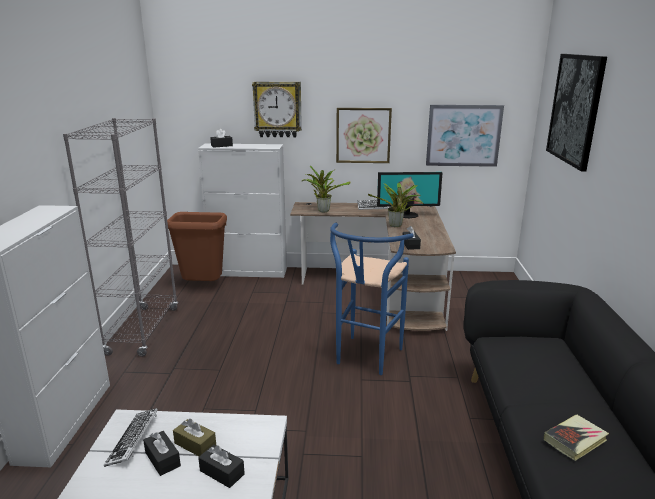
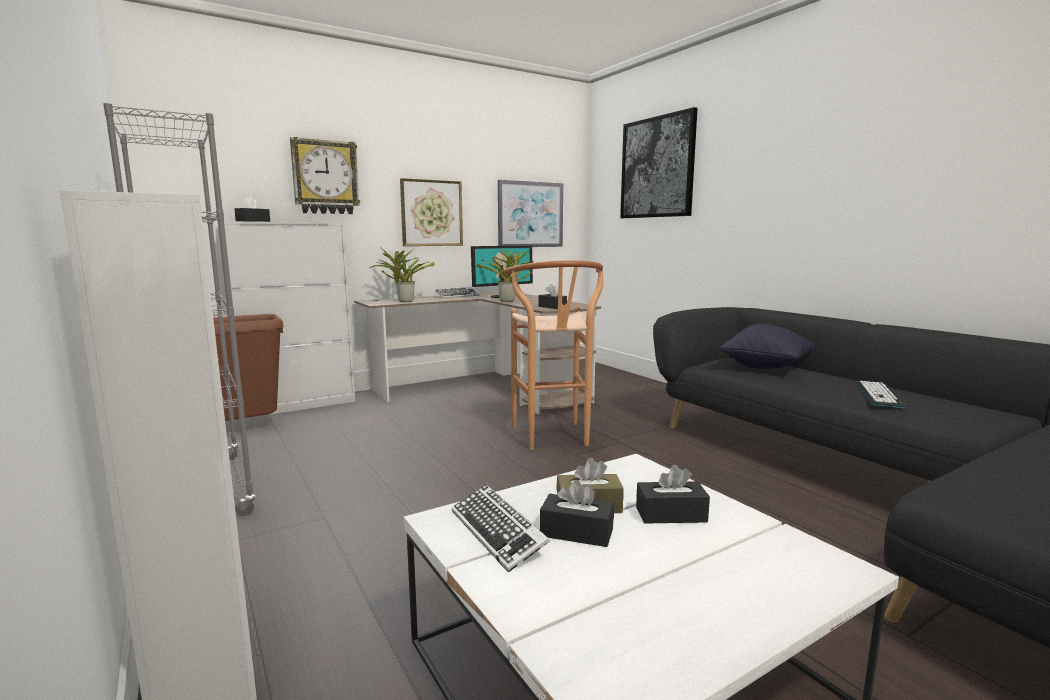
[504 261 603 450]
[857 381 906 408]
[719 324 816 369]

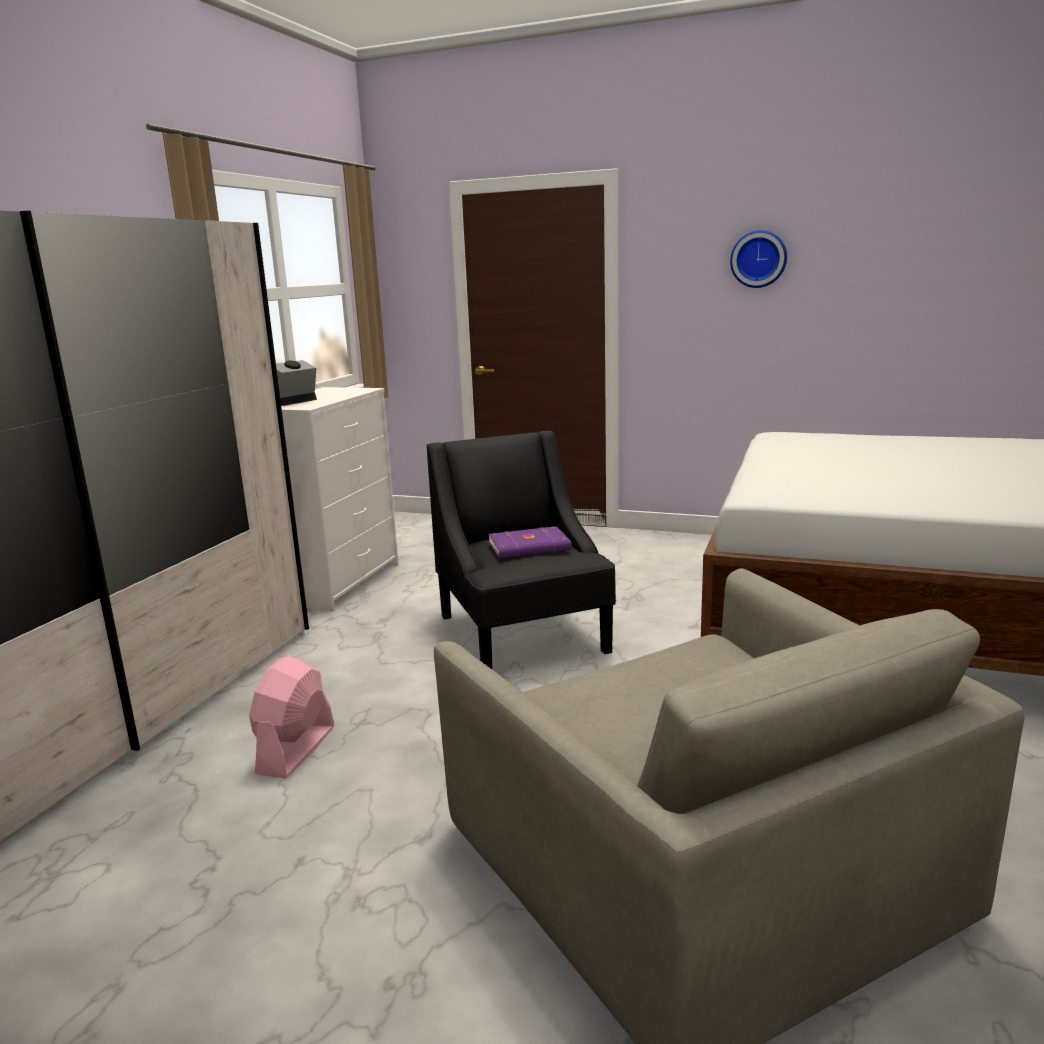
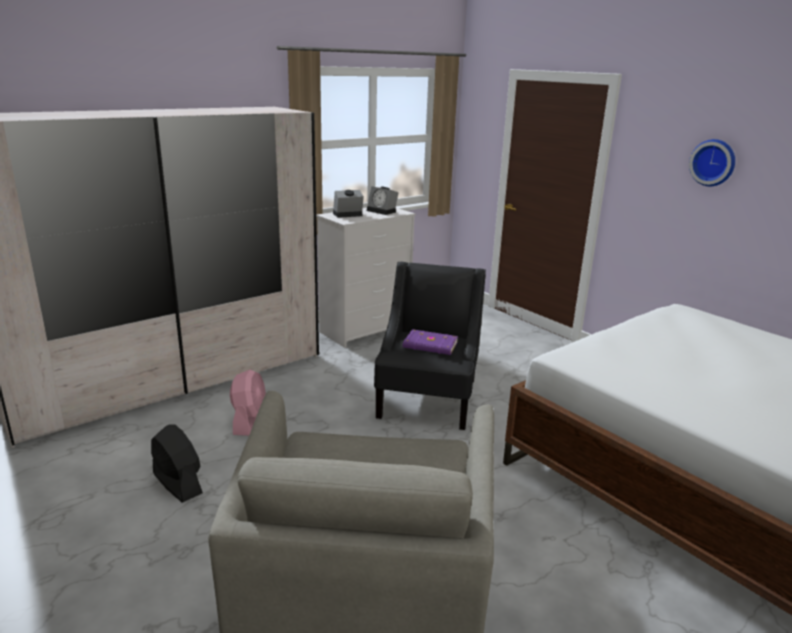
[230 370 266 436]
[367 186 399 215]
[151 425 203 503]

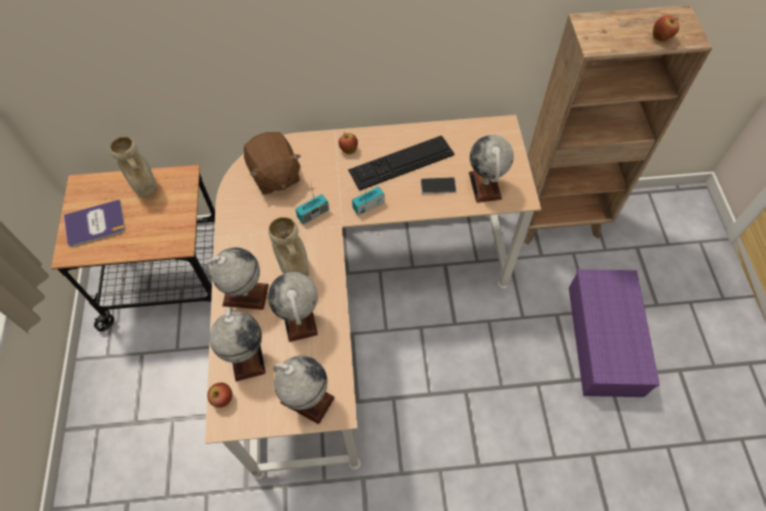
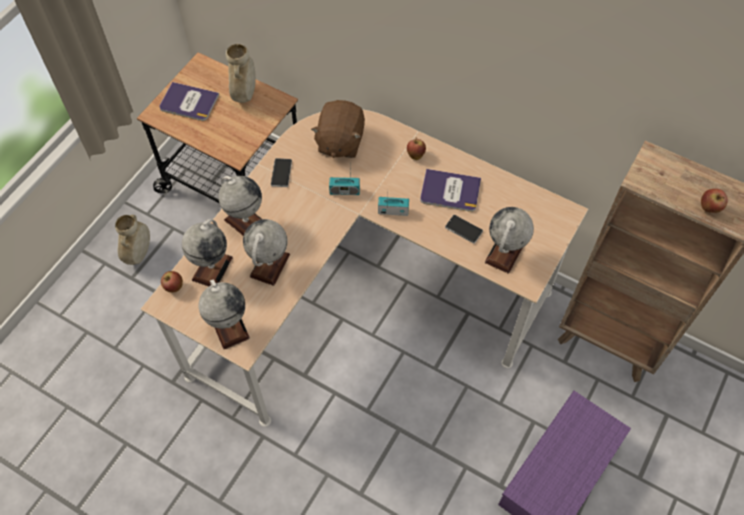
[420 169 481 212]
[115 215 150 265]
[271 158 292 187]

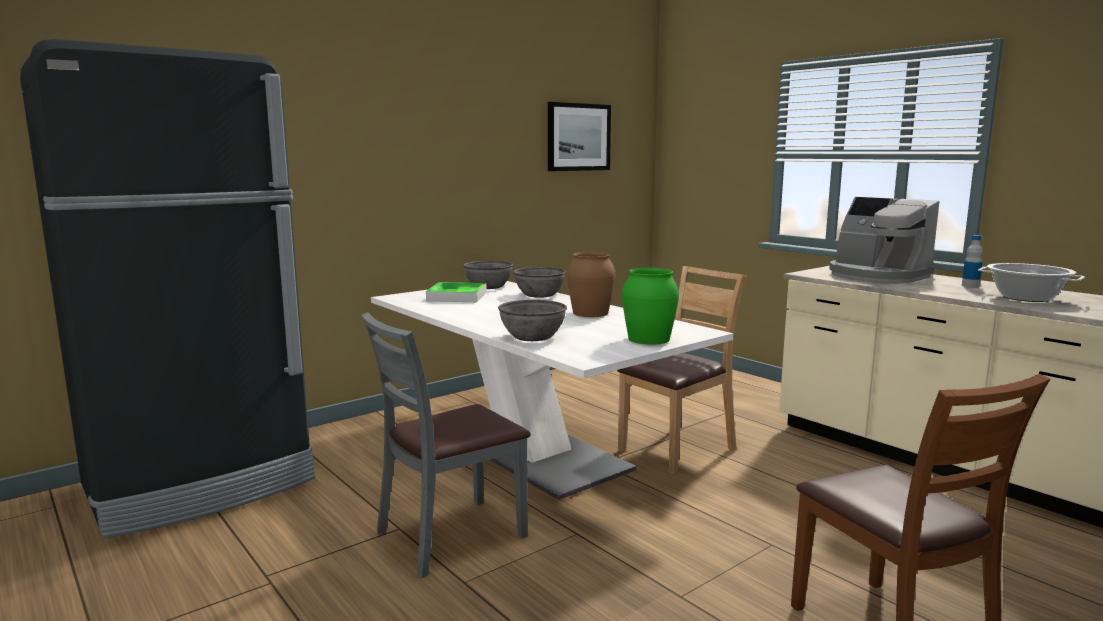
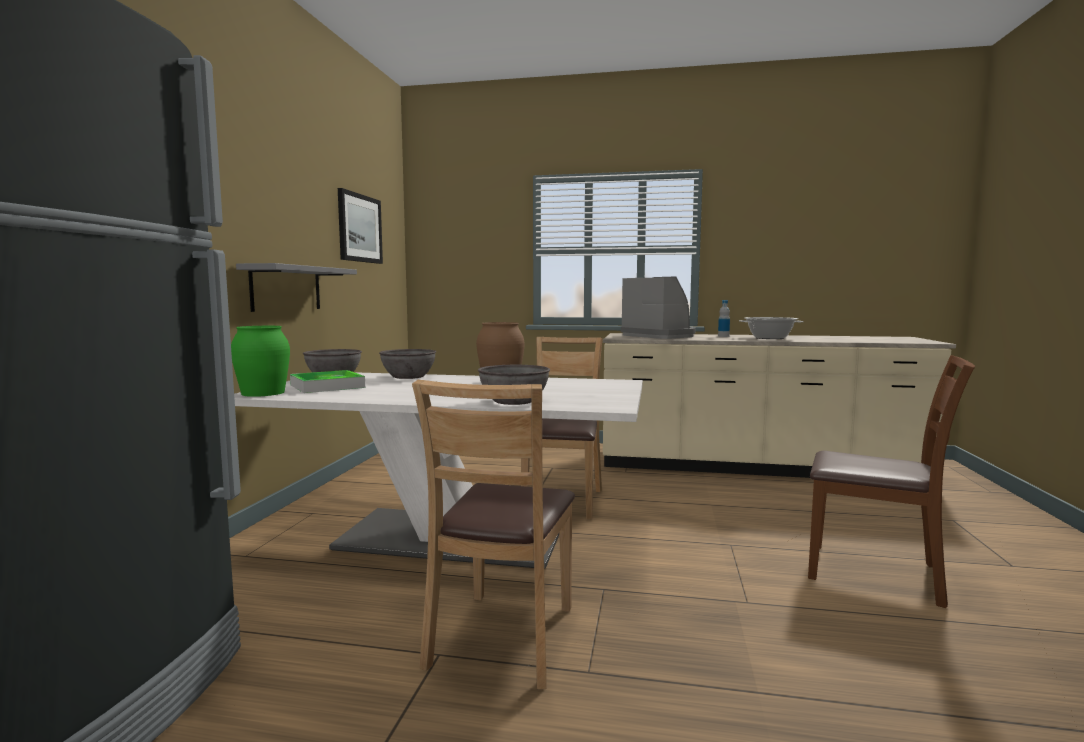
[621 276 696 339]
[231 326 290 397]
[412 380 575 689]
[236 263 357 312]

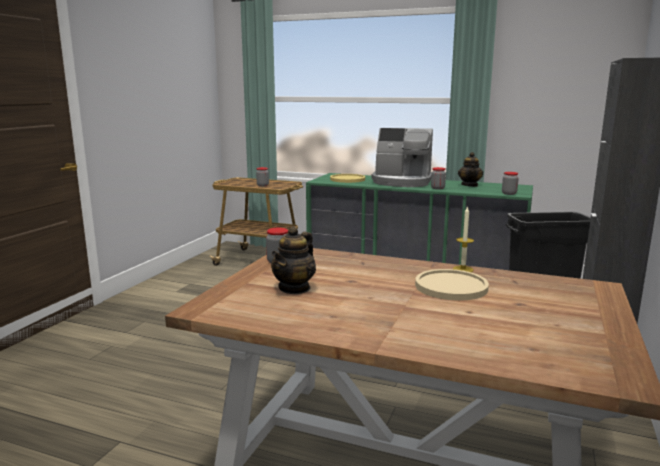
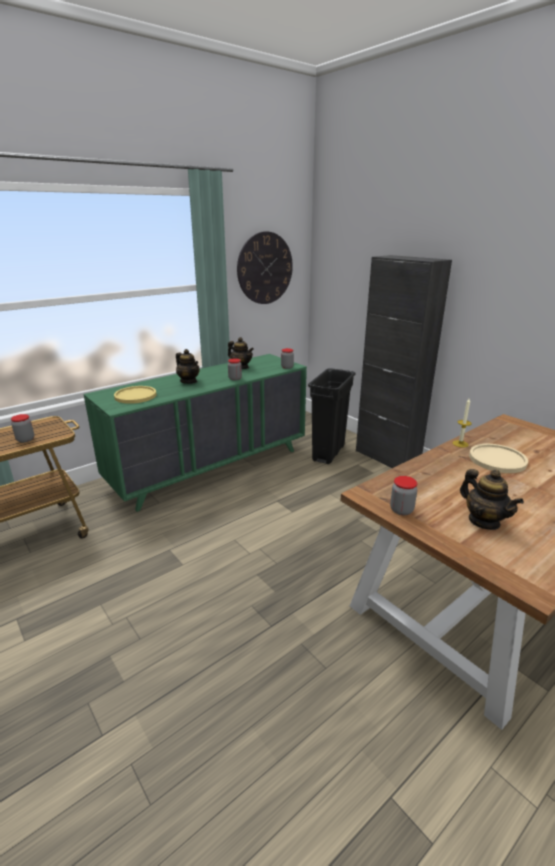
[176 349 200 384]
[237 231 293 304]

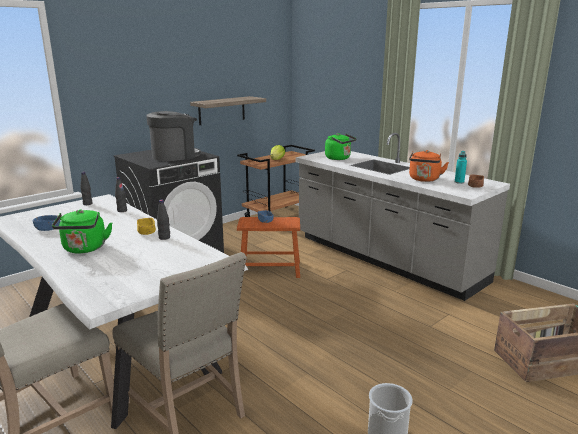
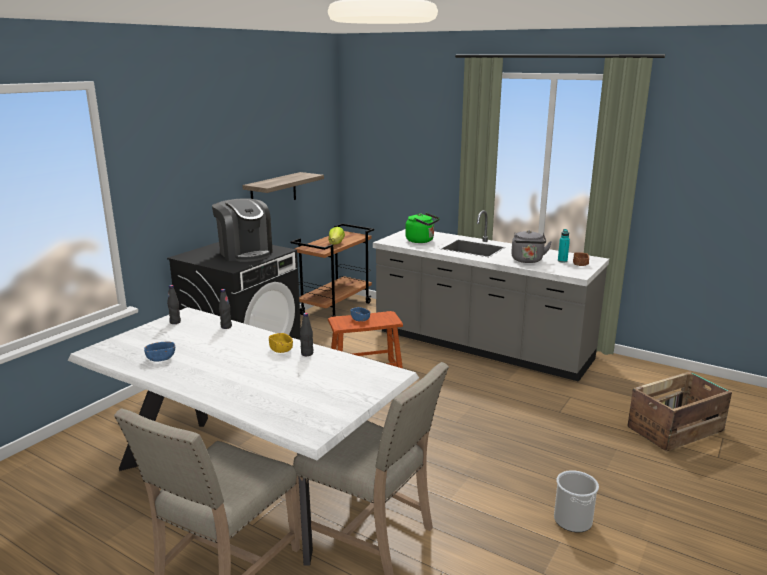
[212 198 273 262]
[511 230 552 263]
[52 209 112 253] (first image)

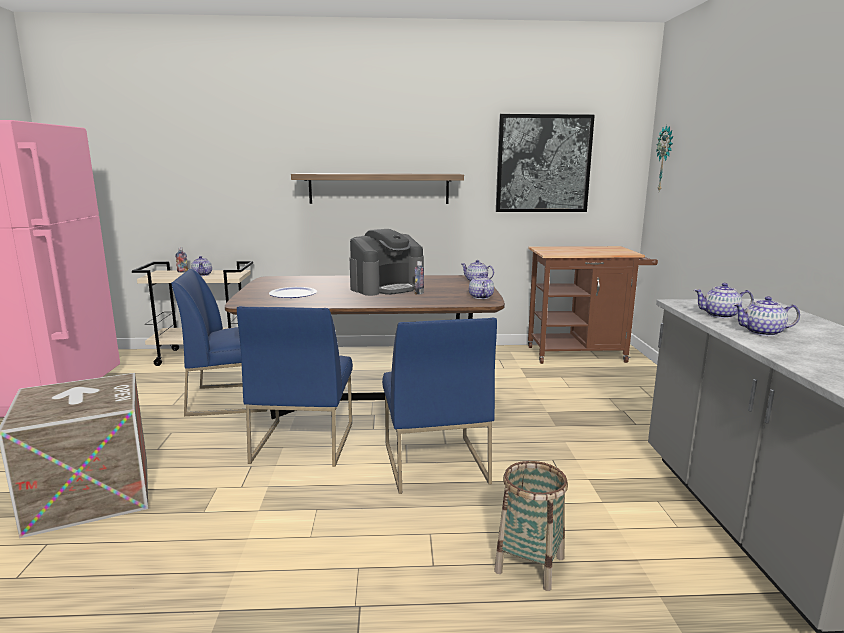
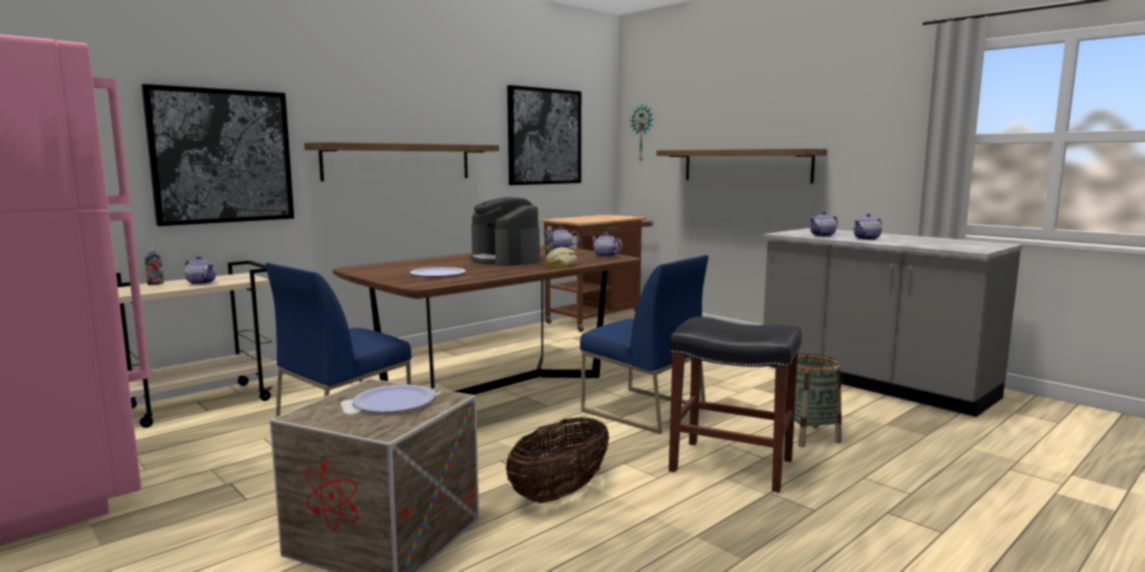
[470 197 540 266]
[237 306 353 467] (first image)
[141 84 294 226]
[656 149 827 184]
[545 247 577 268]
[669 317 802 493]
[352 385 435 413]
[506 417 609 503]

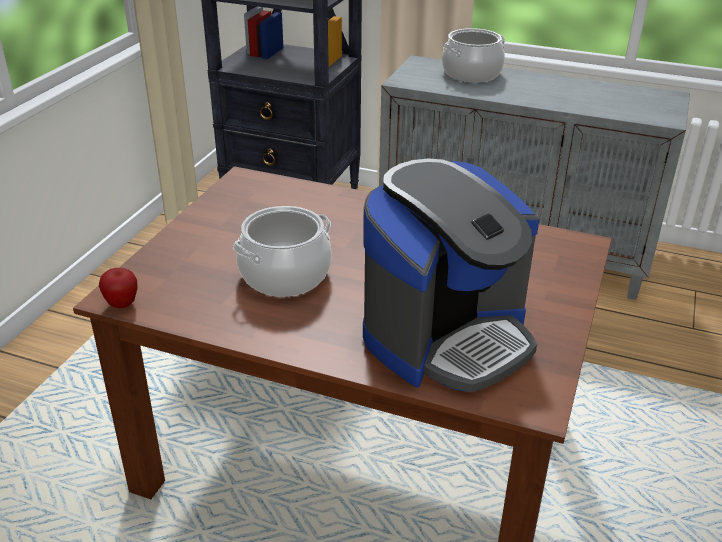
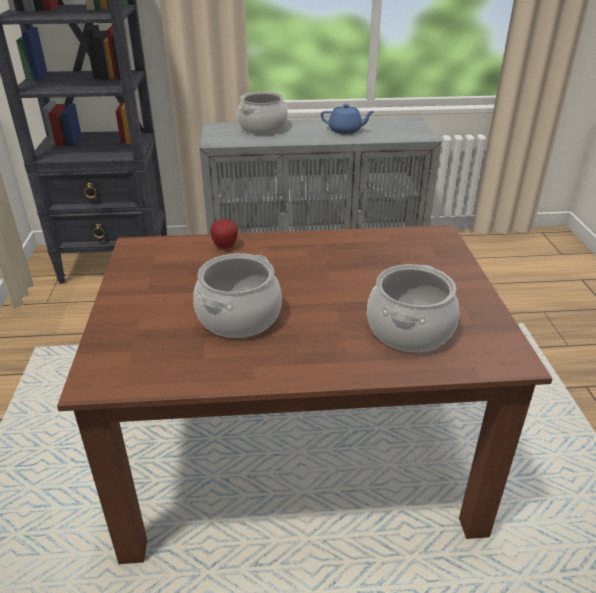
[367 264 459 352]
[210 219 238 249]
[321 104 375 134]

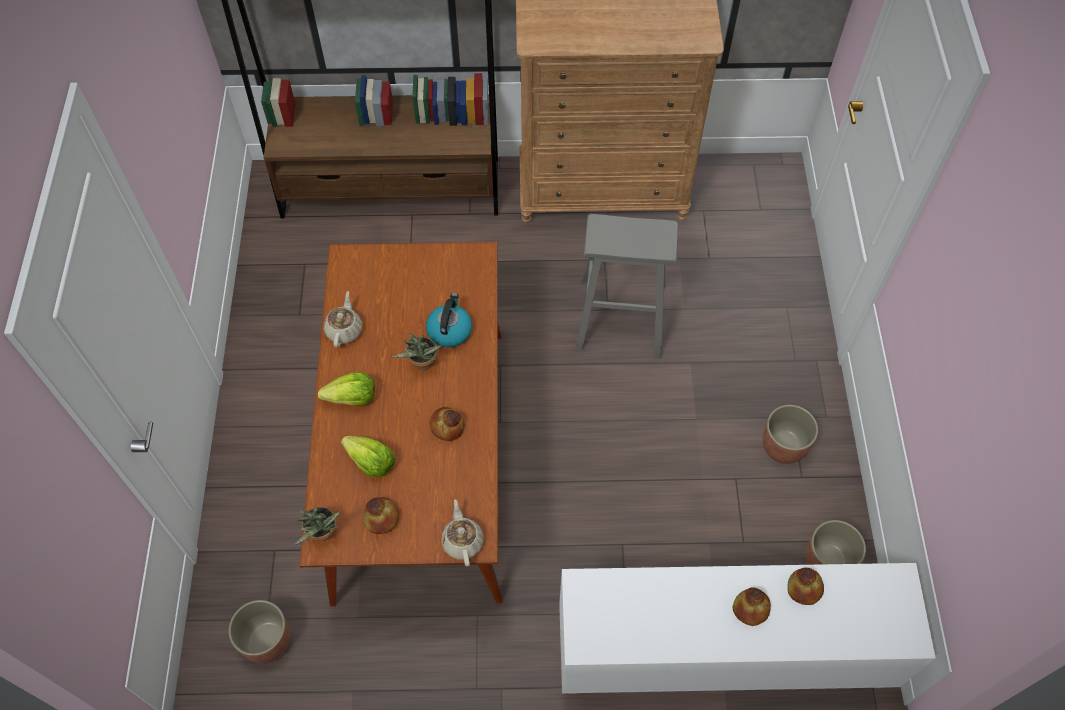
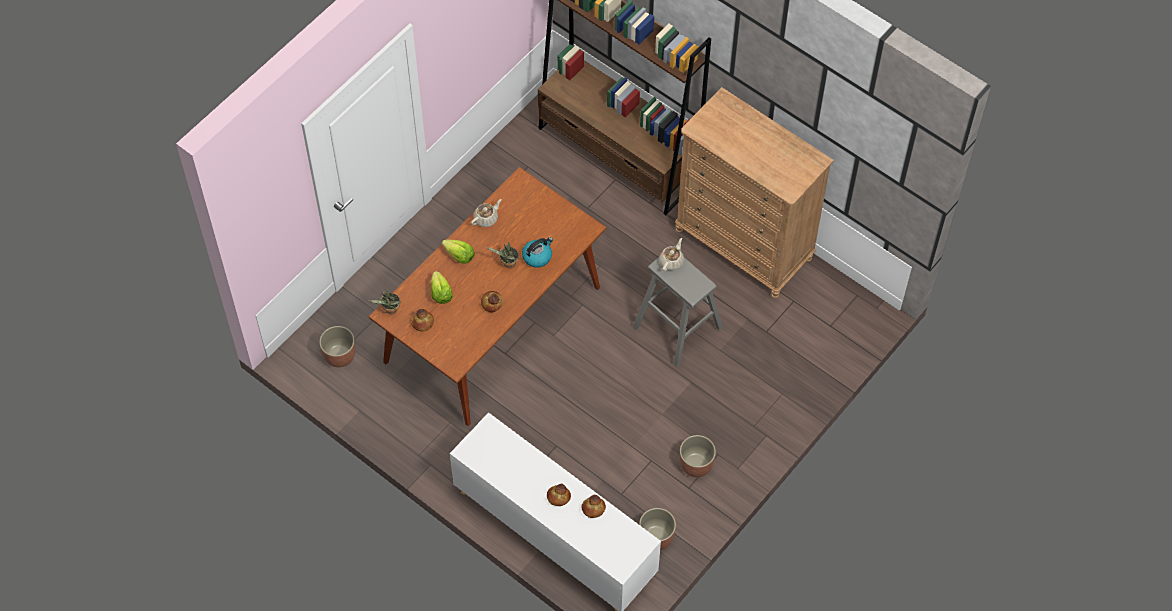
[659 238 684 271]

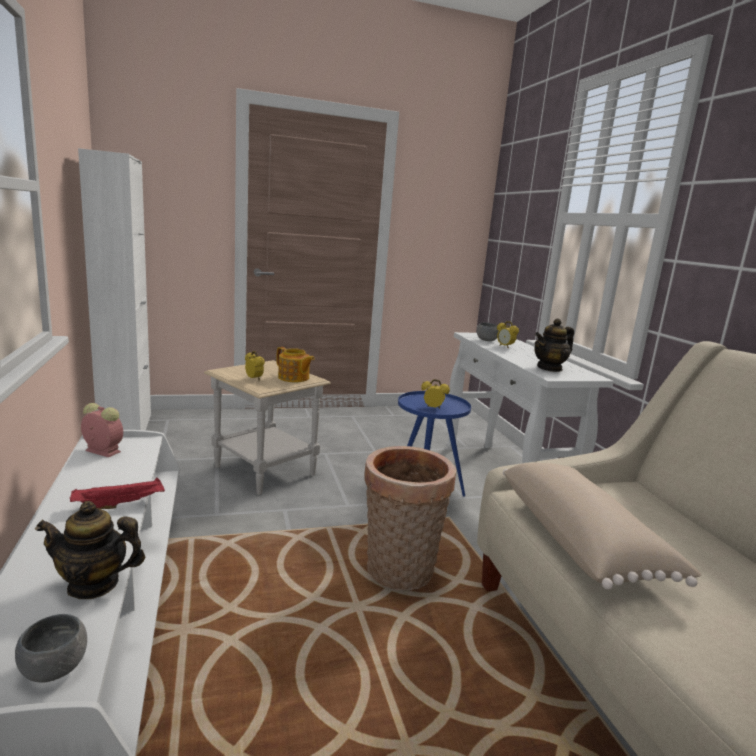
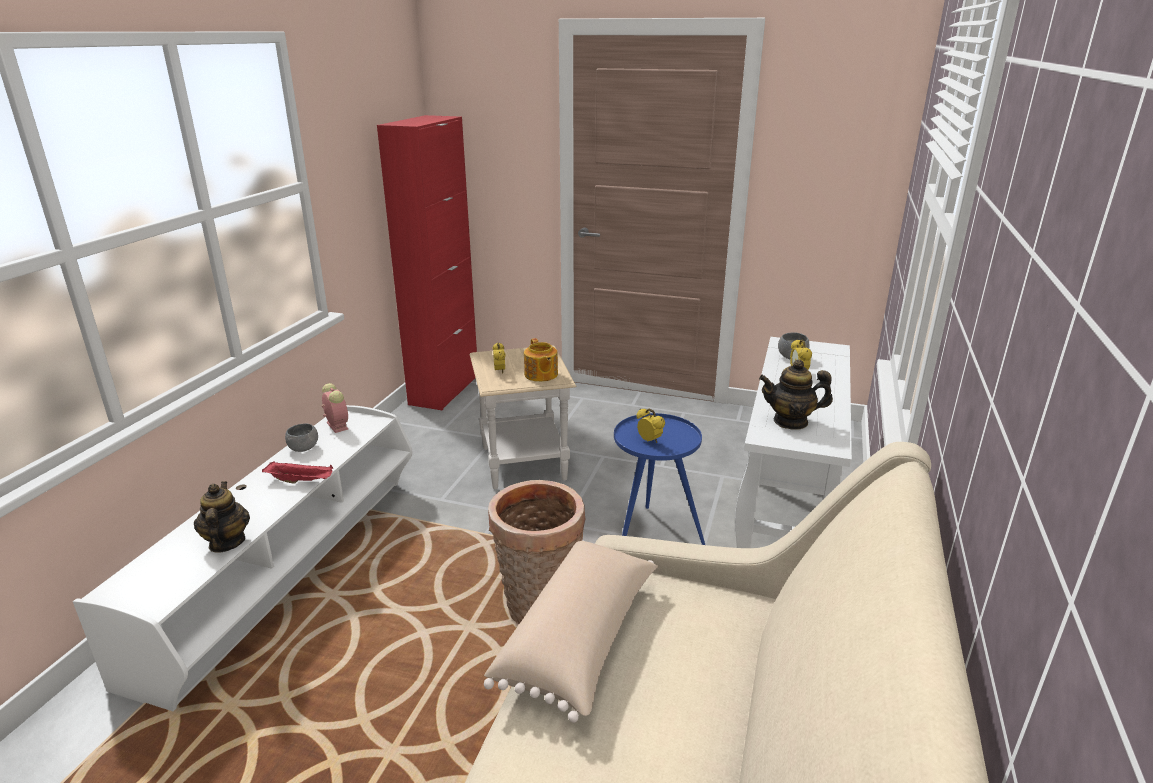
[377 115 477 410]
[194 481 250 552]
[285 424 318 452]

